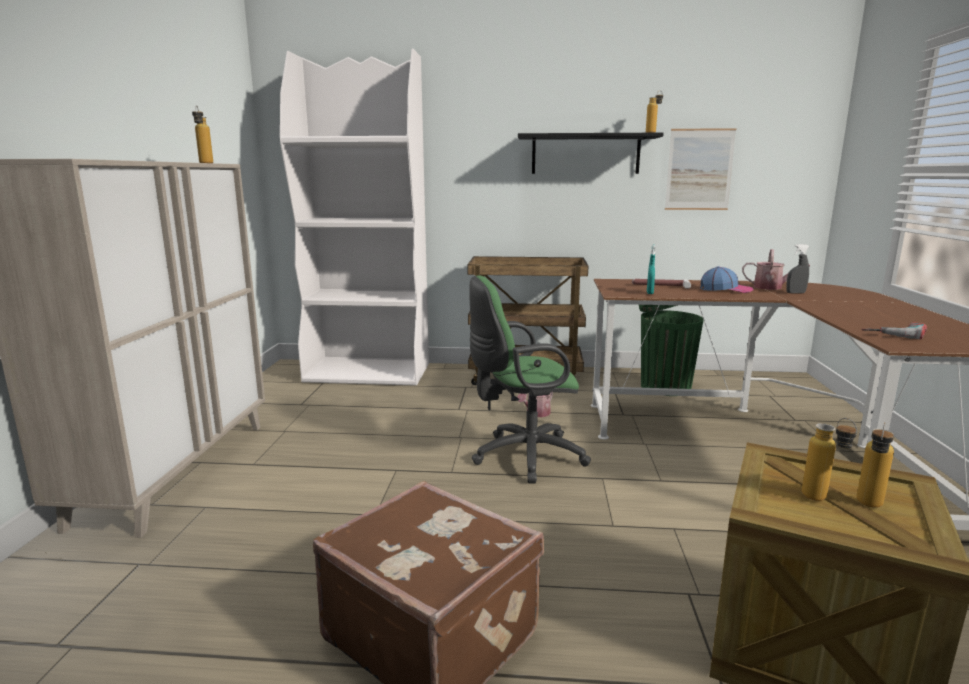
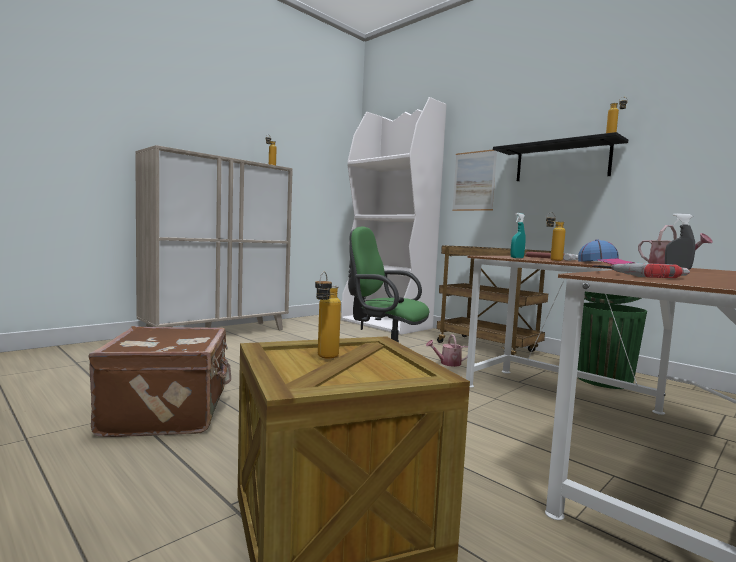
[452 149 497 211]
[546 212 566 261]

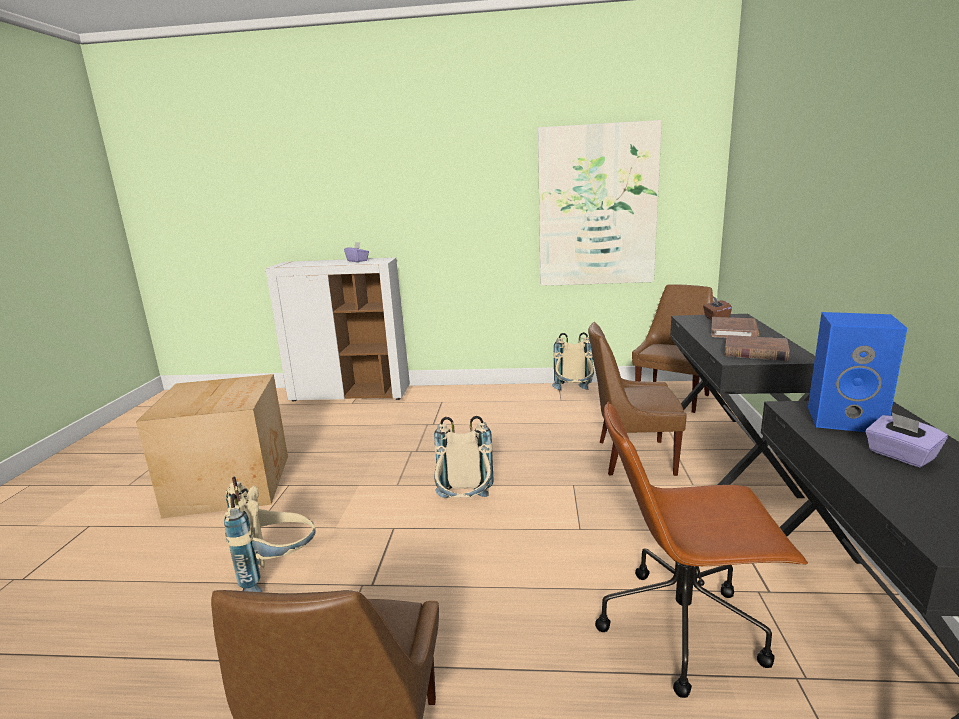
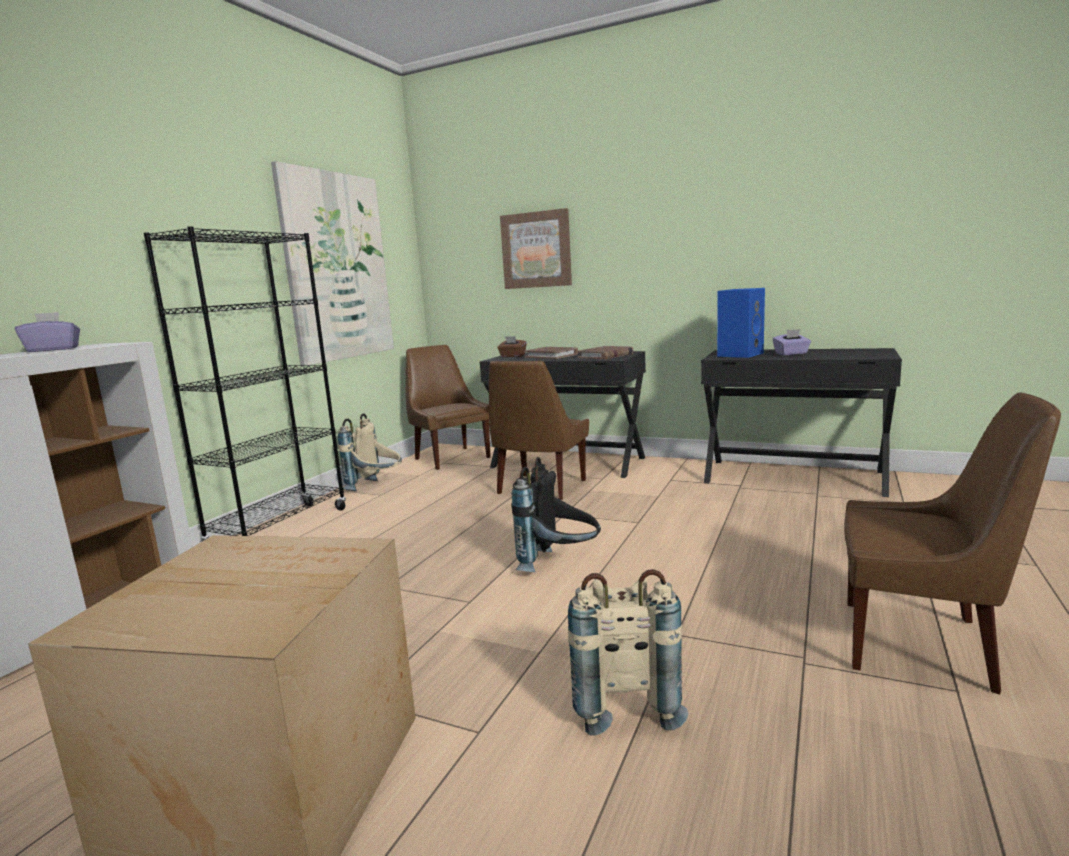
[595 402 808 698] (first image)
[511 457 601 572]
[500 208 572 289]
[144 226 346 541]

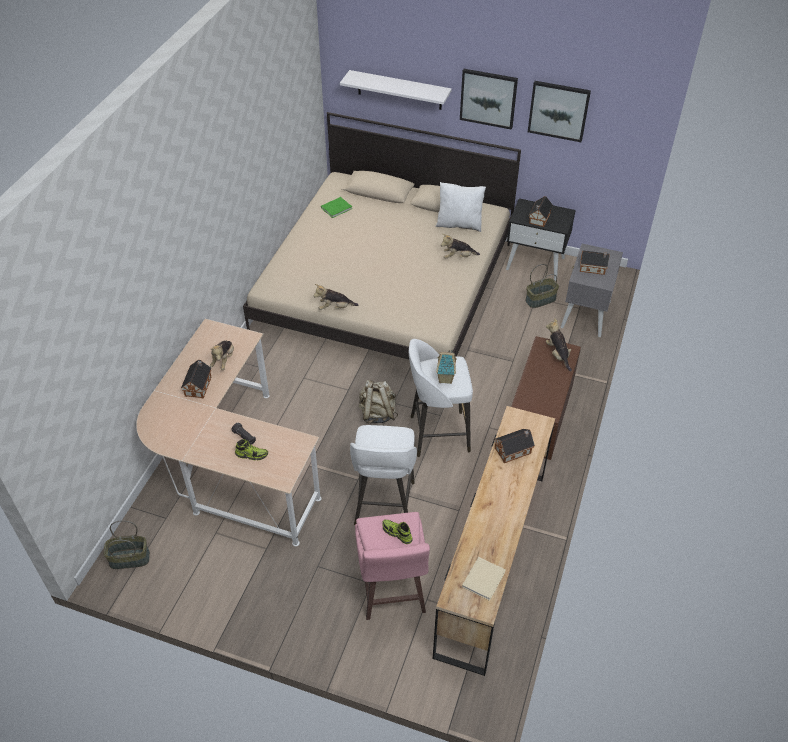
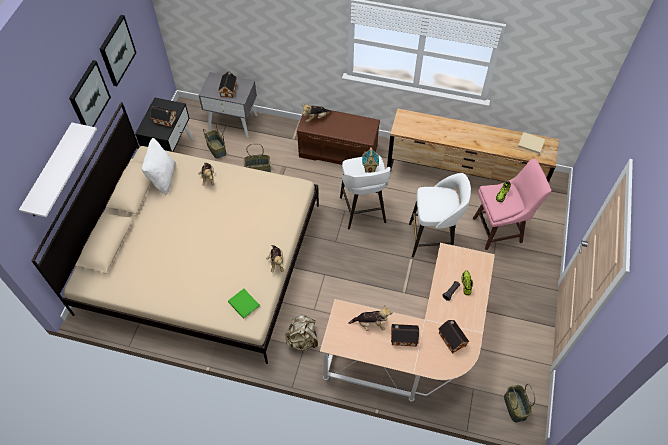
[228 289 259 319]
[285 314 318 351]
[438 320 469 354]
[244 143 271 172]

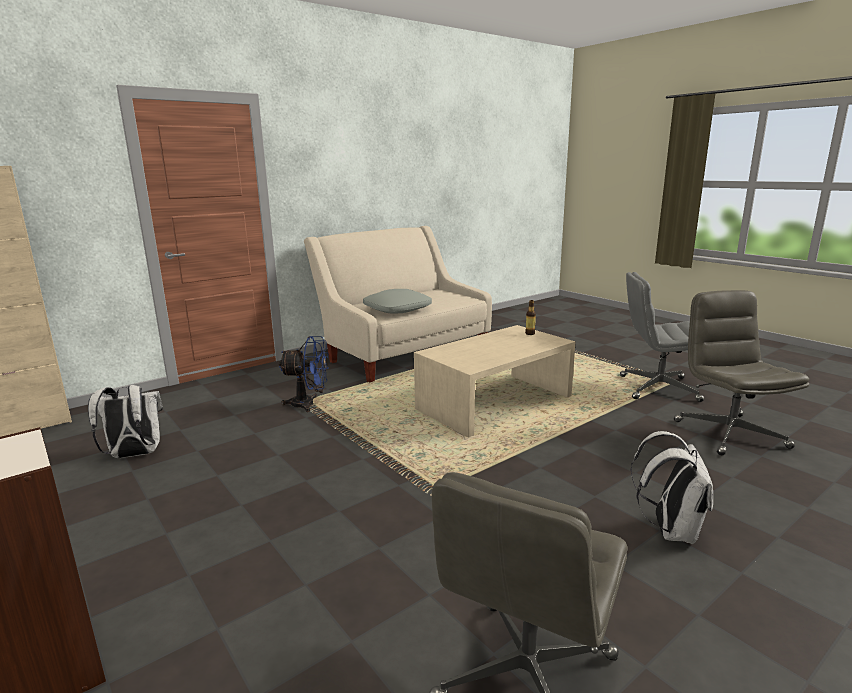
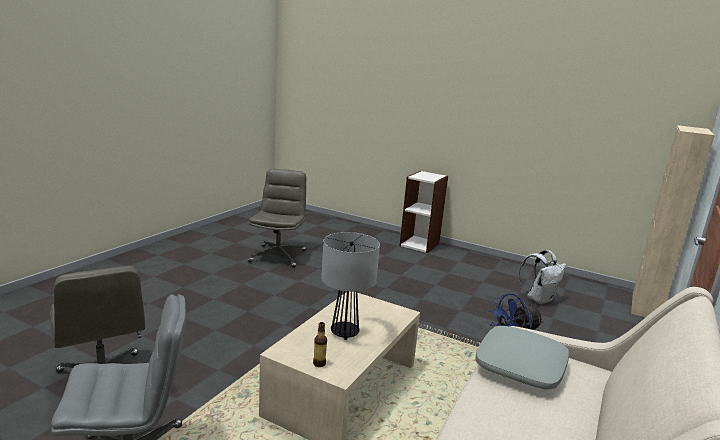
[630 431 713 544] (first image)
[321 232 380 340]

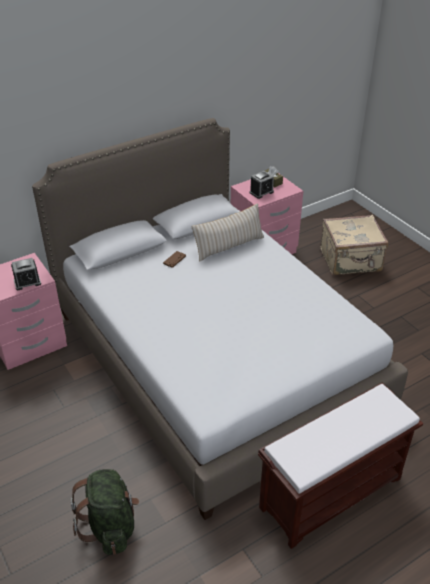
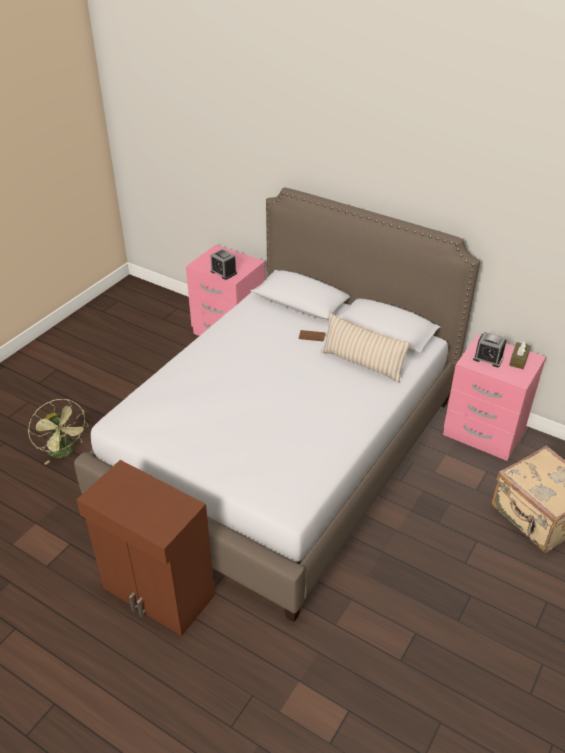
[76 460 215 636]
[28 399 88 465]

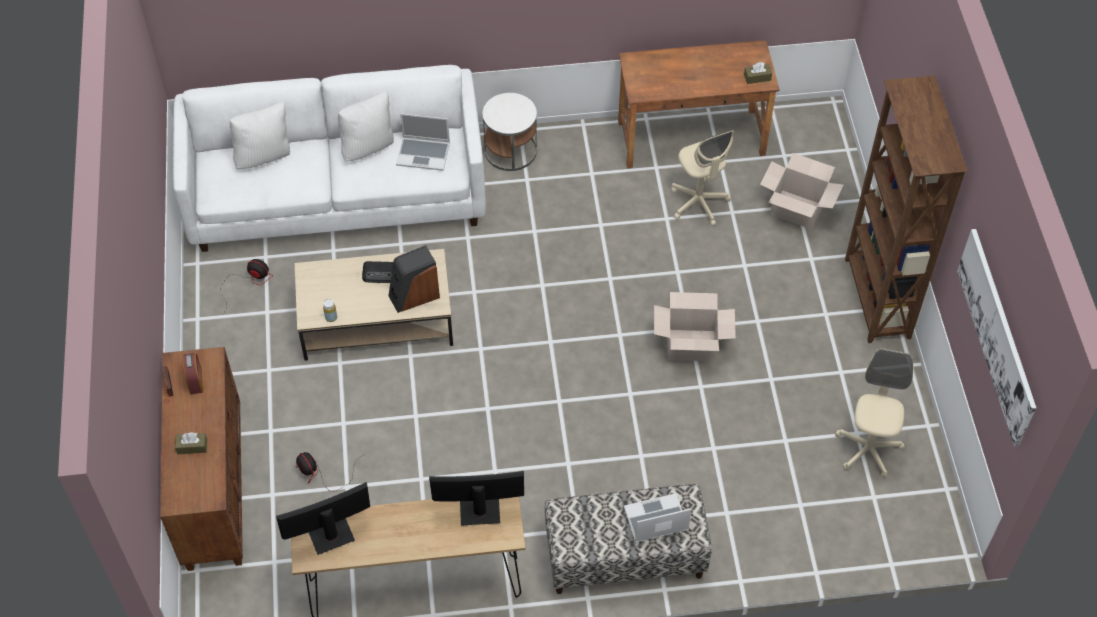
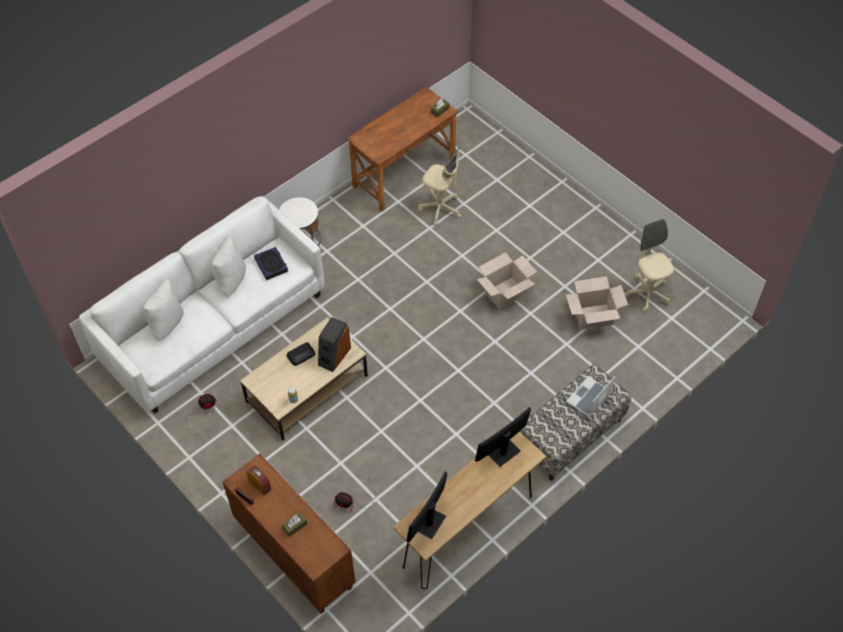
[845 76 967 343] (first image)
[254 247 288 280]
[566 276 628 330]
[957 229 1036 446] (first image)

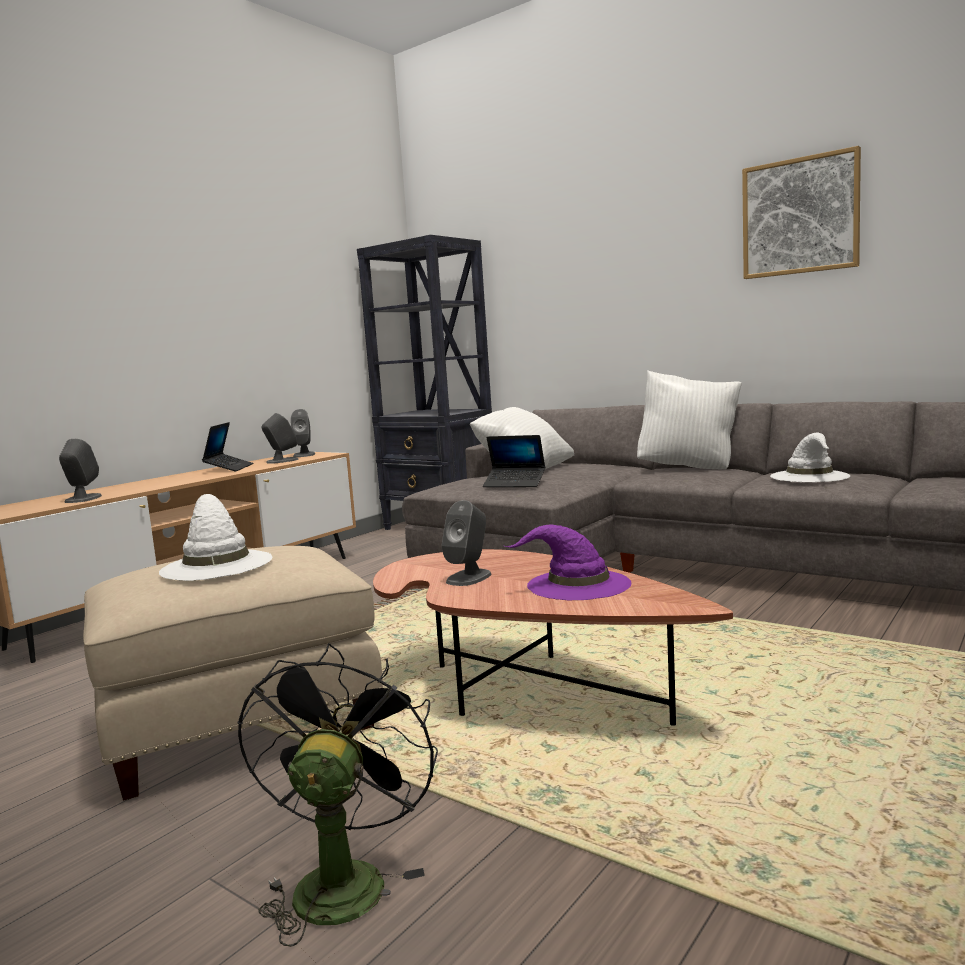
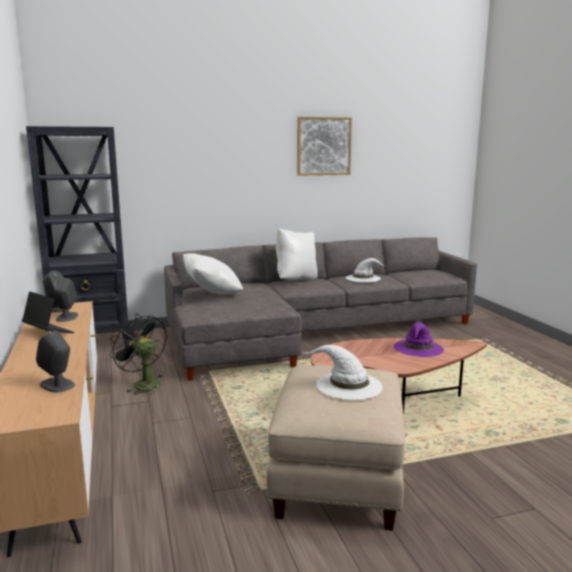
[483 435 545 487] (first image)
[441 500 491 586] (first image)
[109 314 167 395]

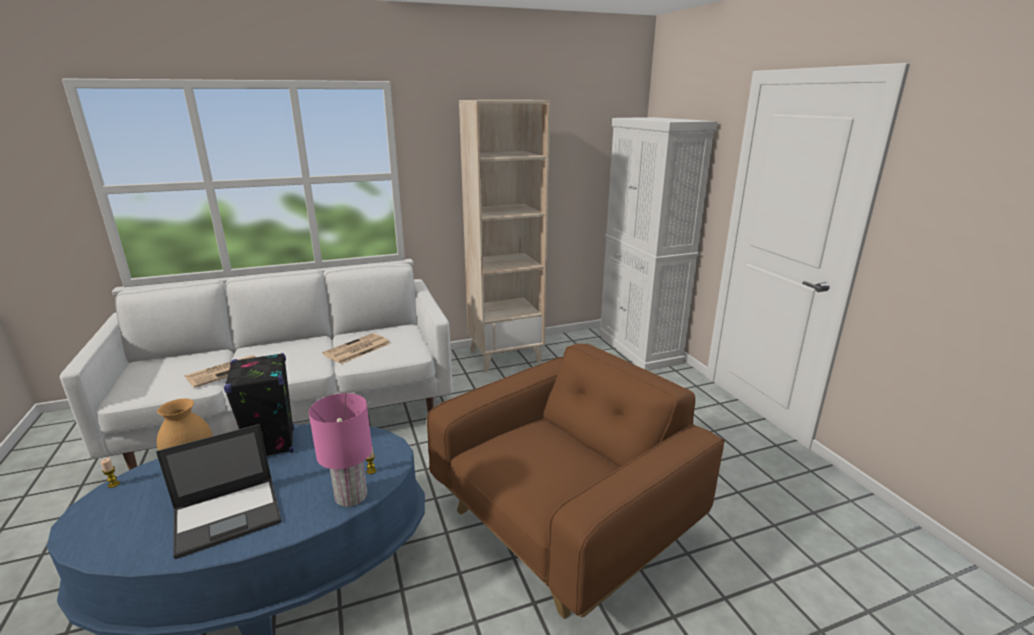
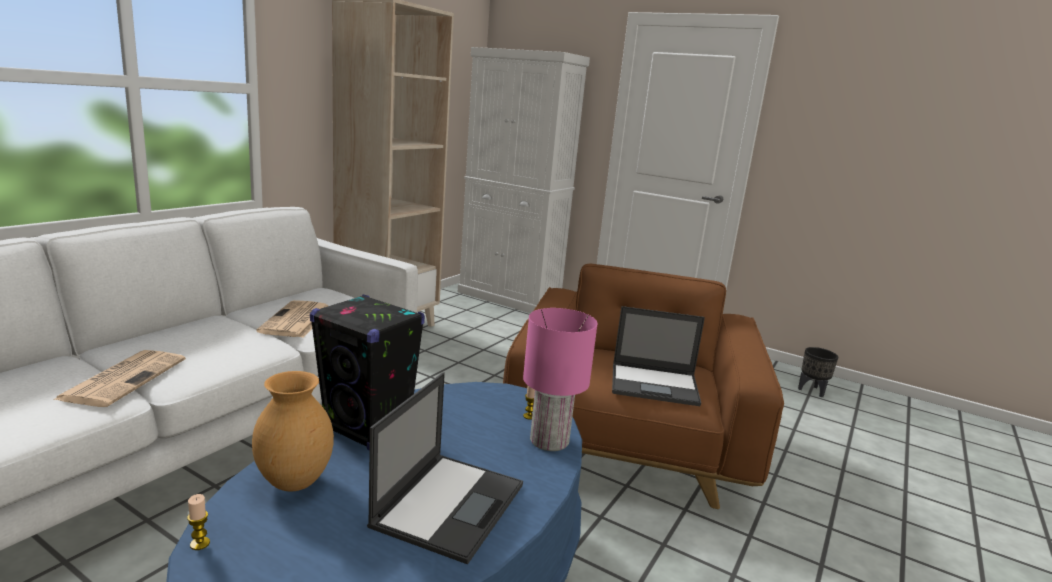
[612 306 705 406]
[798 347 838 397]

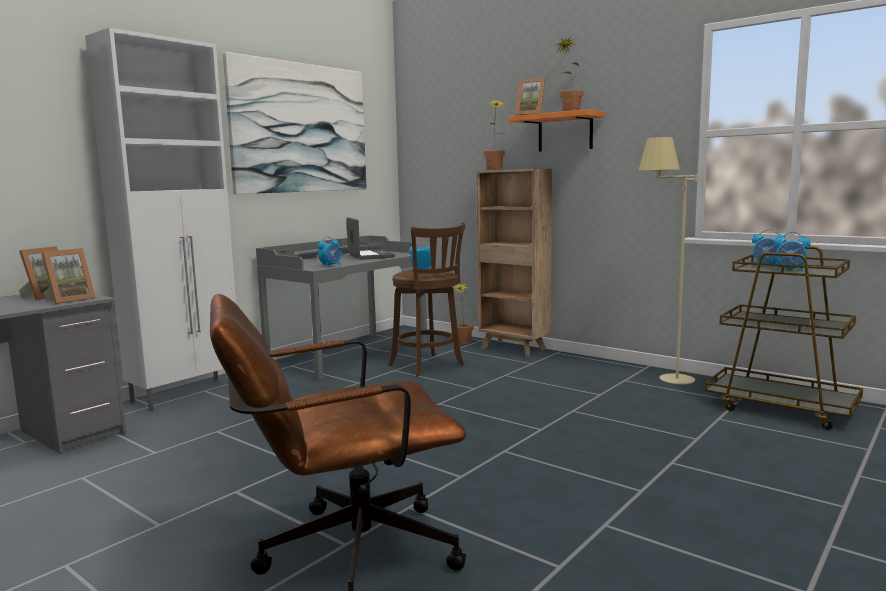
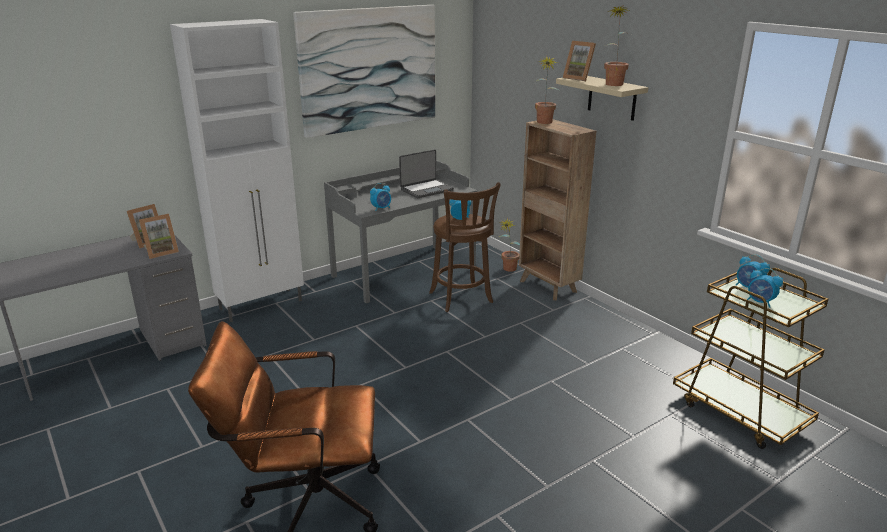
[556 76 648 121]
[638 137 698 384] (first image)
[399 149 454 198]

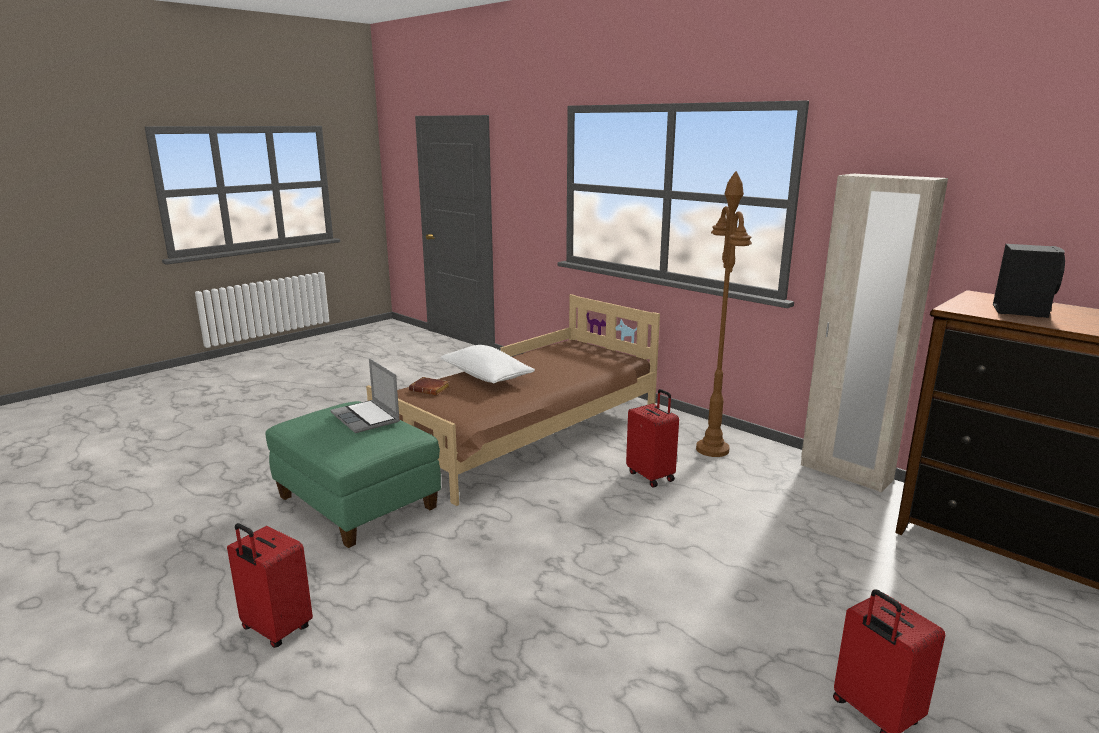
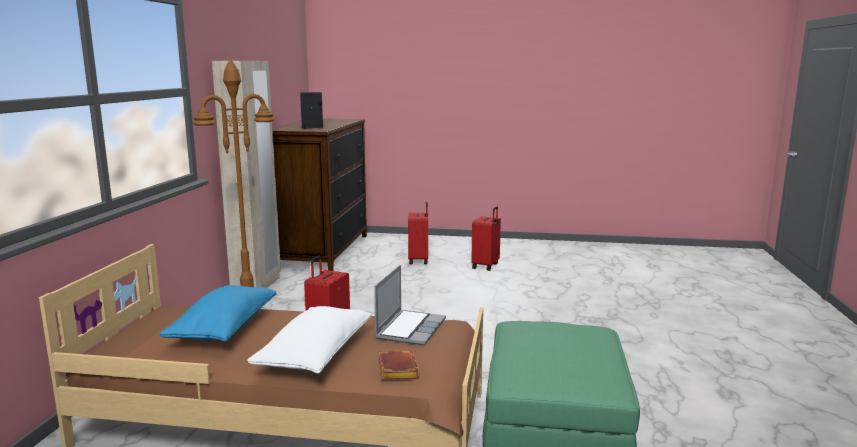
[374 265 446 345]
[408 202 428 264]
[159 285 277 341]

